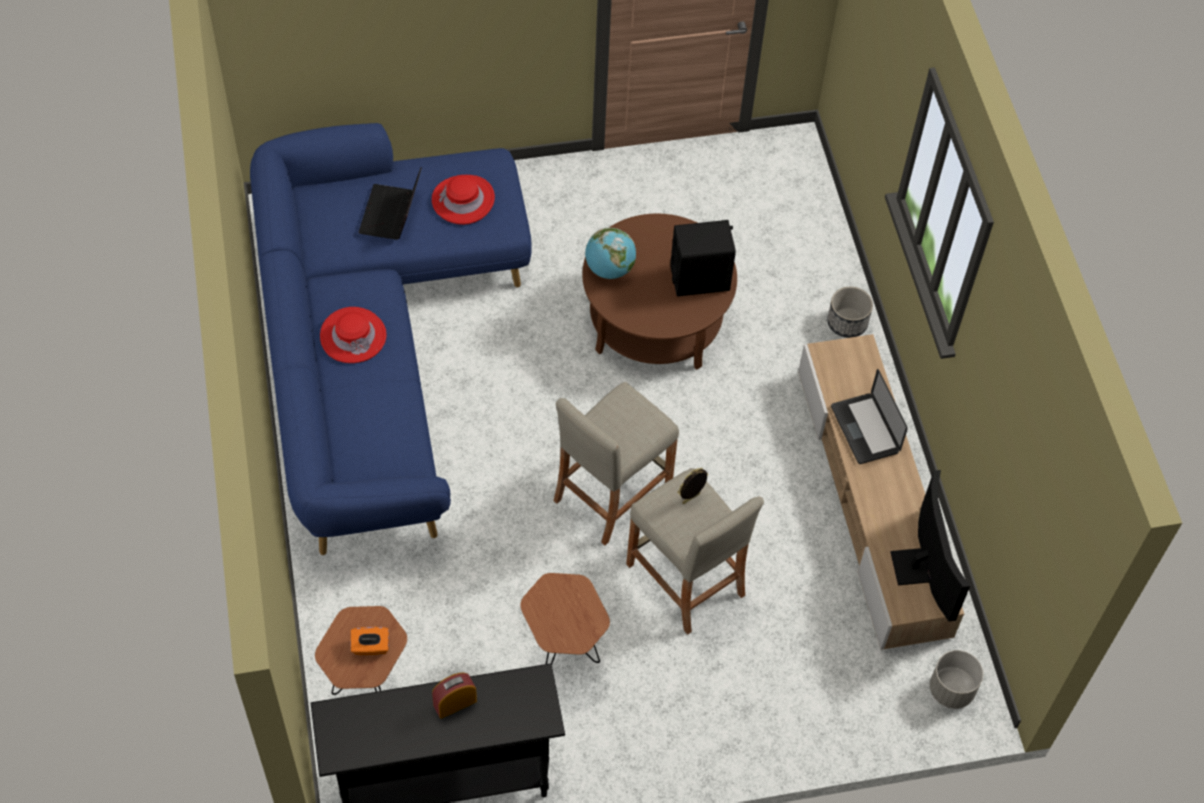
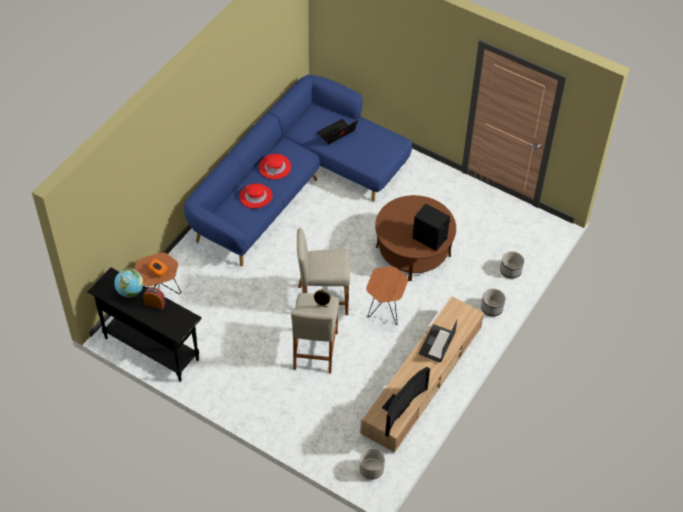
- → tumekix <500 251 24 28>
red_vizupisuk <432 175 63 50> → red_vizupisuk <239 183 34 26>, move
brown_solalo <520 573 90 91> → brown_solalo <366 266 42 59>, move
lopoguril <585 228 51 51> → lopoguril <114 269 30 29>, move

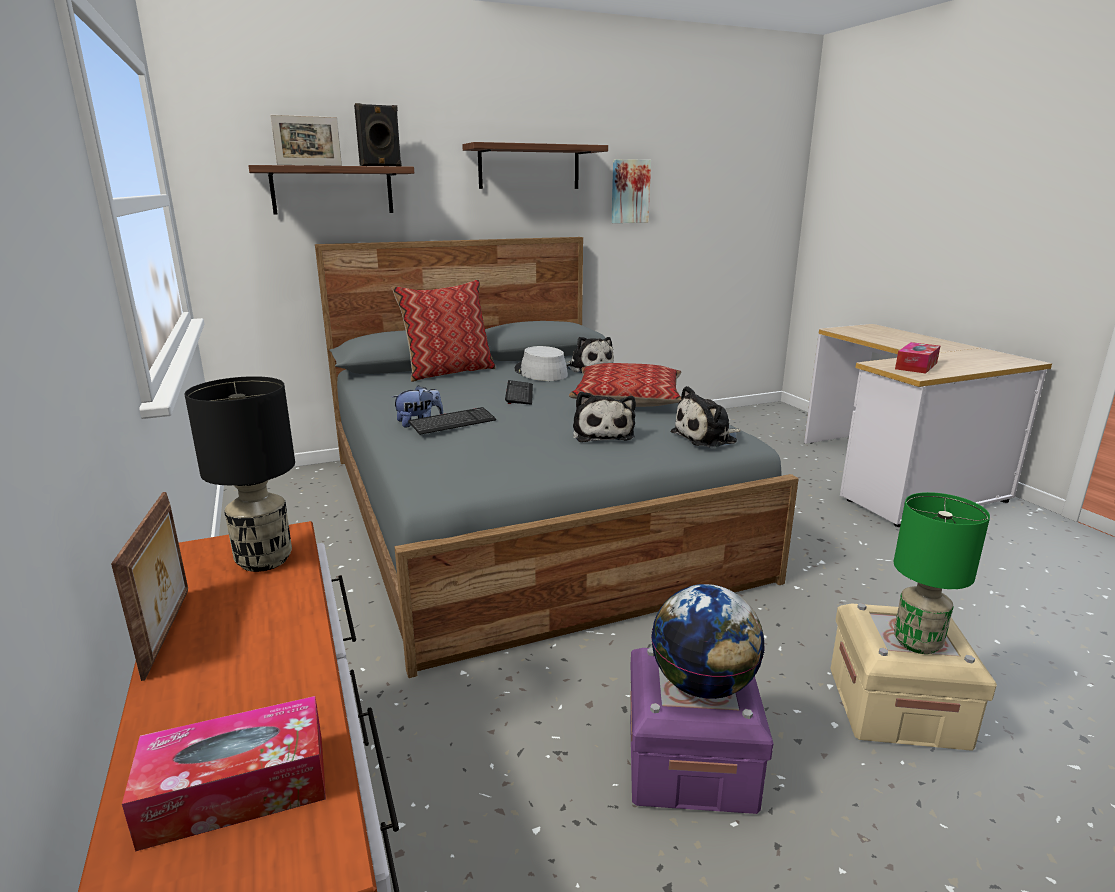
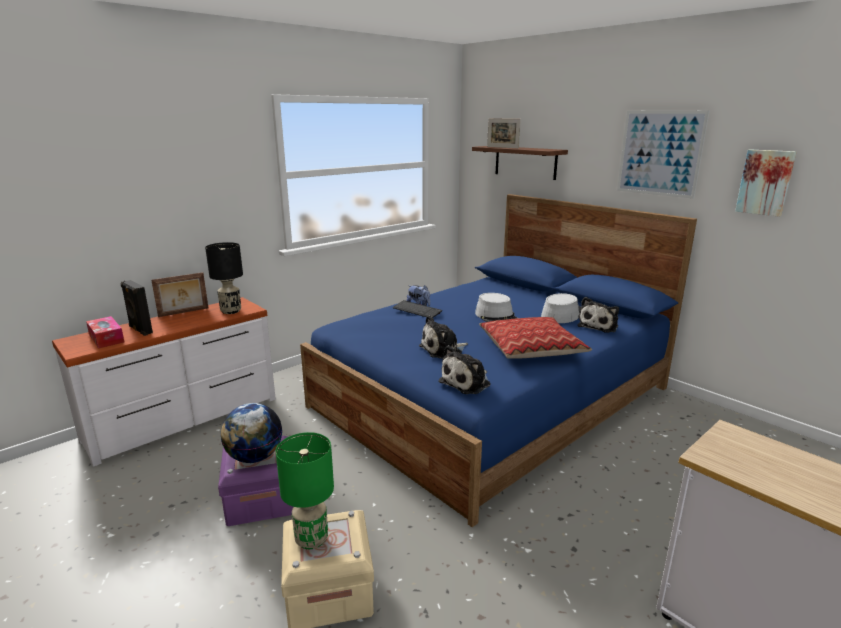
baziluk <392 279 103 103> → -
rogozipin <895 342 45 32> → -
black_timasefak <354 103 48 64> → black_timasefak <121 280 32 56>, move
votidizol <462 142 146 47> → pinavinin <617 111 92 88>
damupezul <505 380 28 25> → grey_vizupisuk <475 293 42 29>
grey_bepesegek <315 237 484 441> → blue_bepesegek <300 194 397 333>
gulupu <671 386 70 62> → gulupu <438 345 53 49>, 90 degrees counterclockwise

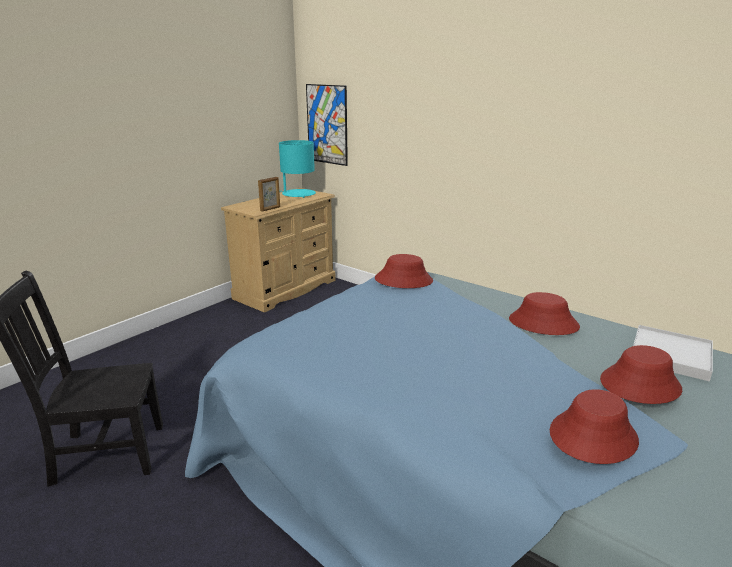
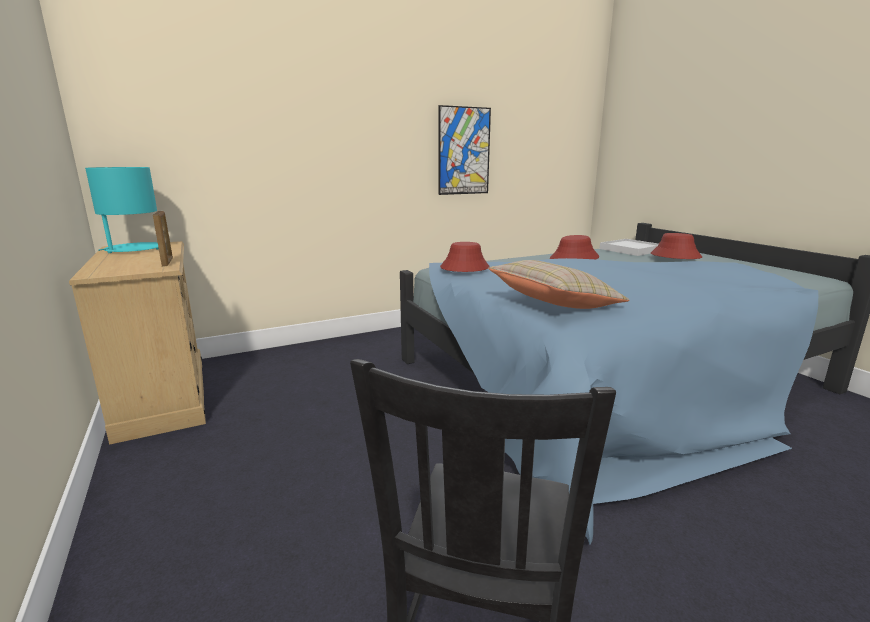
red_vizupisuk <550 389 89 75> → -
- → beige_baziluk <488 260 141 49>
pinavinin <306 84 42 82> → pinavinin <438 105 53 90>, move

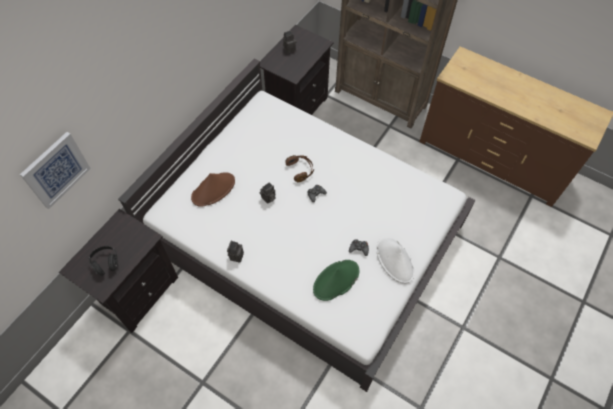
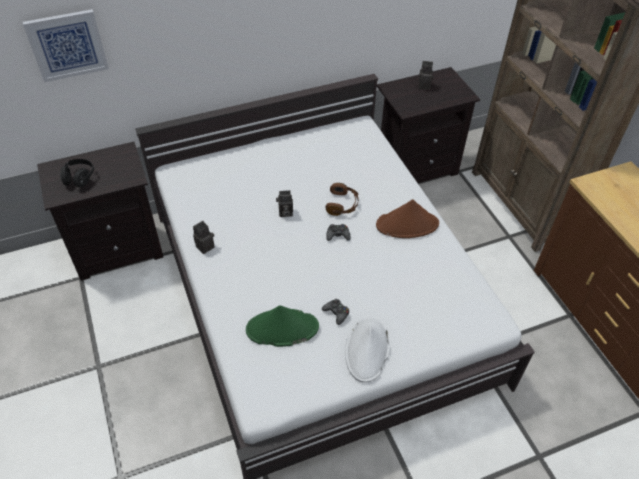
brown_vizupisuk <191 172 44 35> → brown_vizupisuk <376 199 63 39>, move

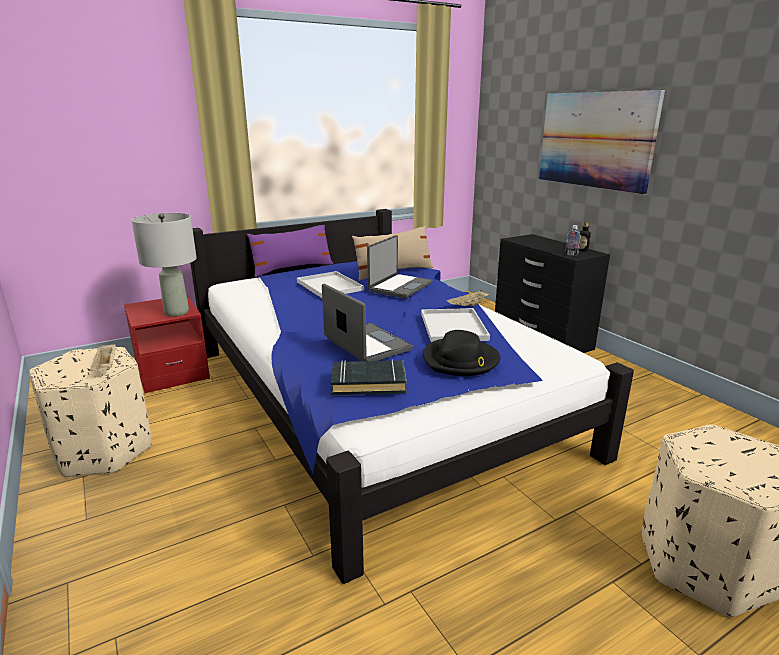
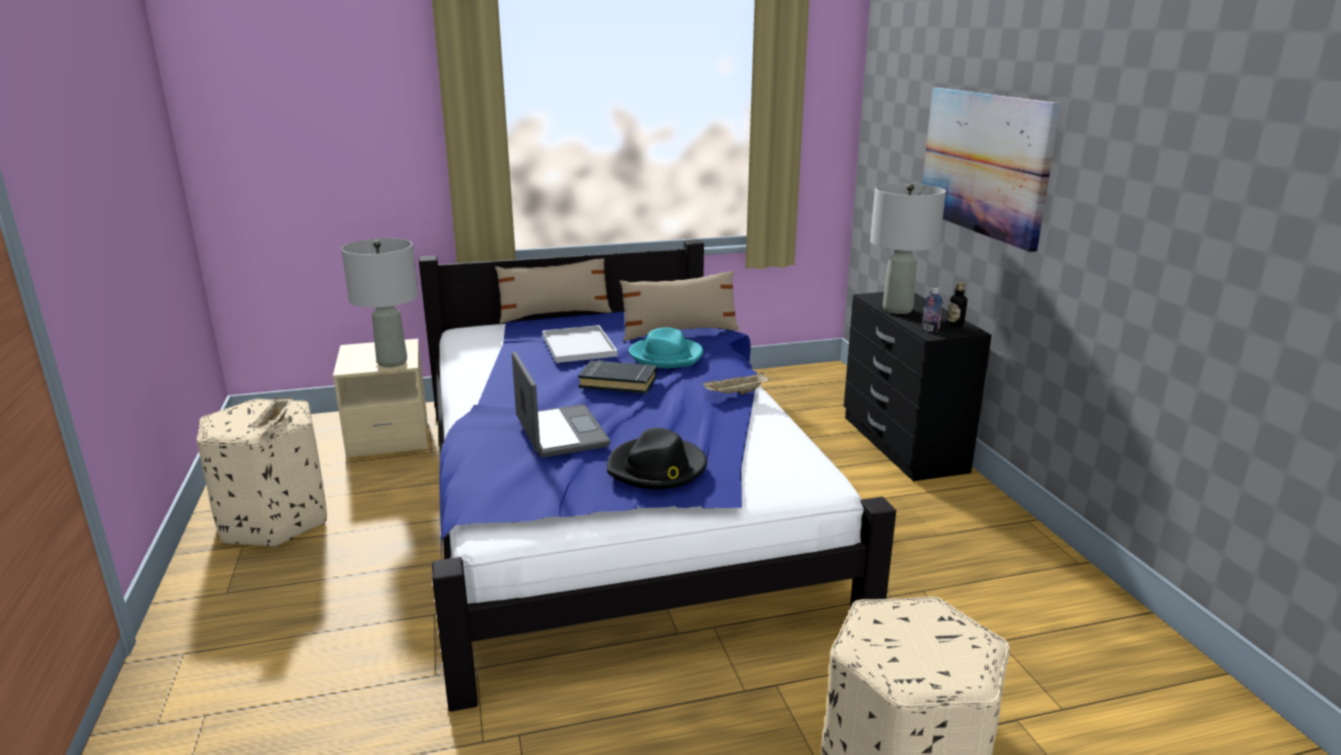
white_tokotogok <421 308 69 34> → -
- → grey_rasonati <870 183 76 131>
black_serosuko <331 360 76 35> → black_serosuko <578 360 79 34>, move
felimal <367 235 66 63> → turquoise_vizupisuk <629 327 74 41>
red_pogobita <124 295 86 98> → beige_pogobita <333 339 94 119>
purple_baziluk <247 225 86 52> → beige_baziluk <495 258 117 66>

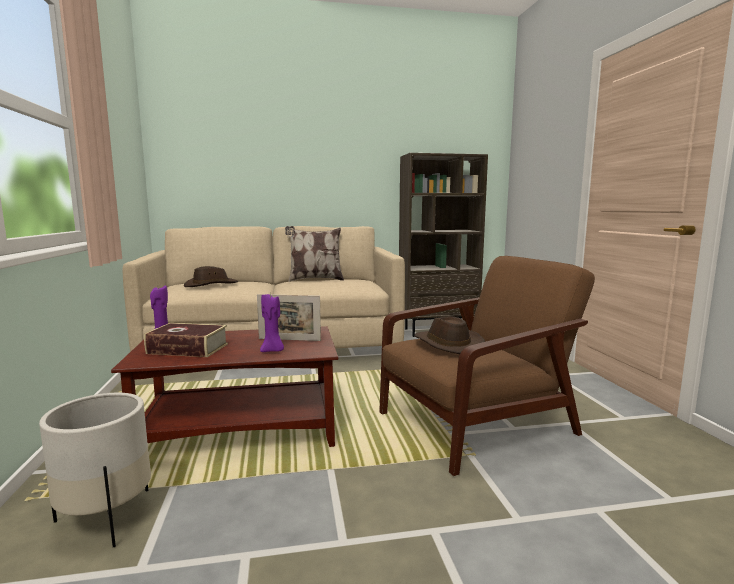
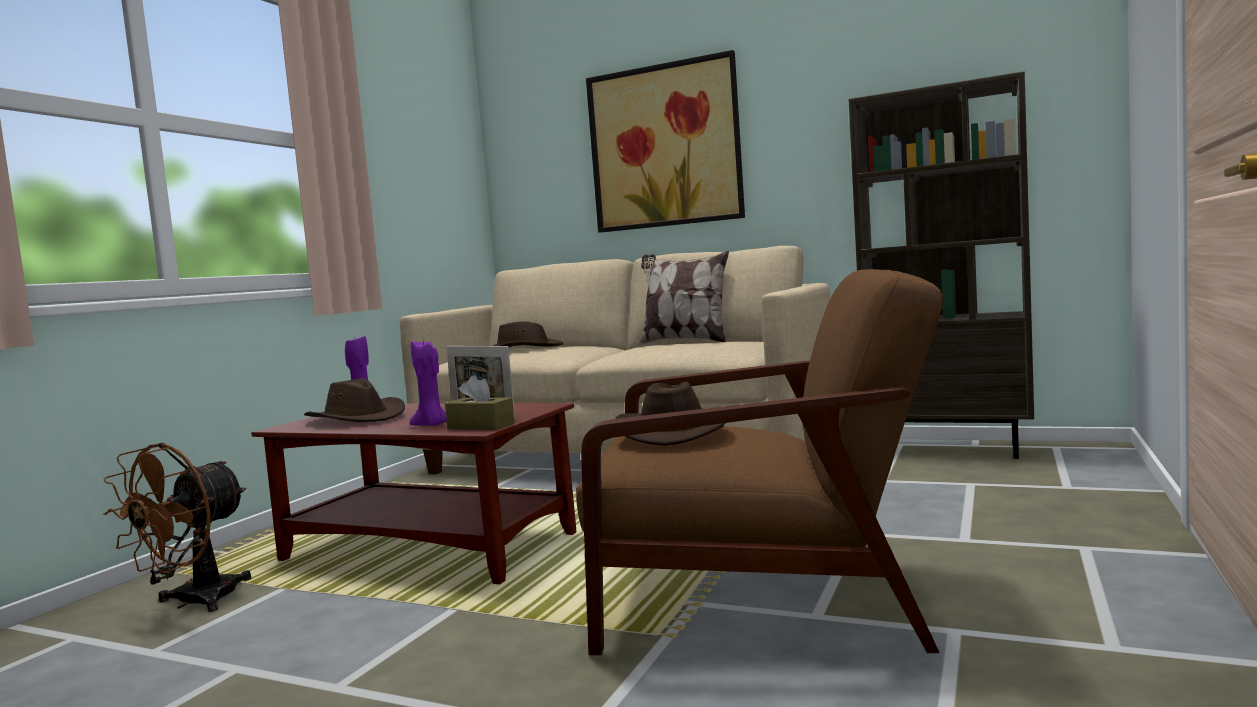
- → brown_rogozipin <445 375 70 55>
- → pinavinin <586 50 159 183>
white_tumekix <39 393 112 155> → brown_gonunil <103 443 148 169>
serosuko <144 323 84 34> → brown_vizupisuk <304 378 101 44>

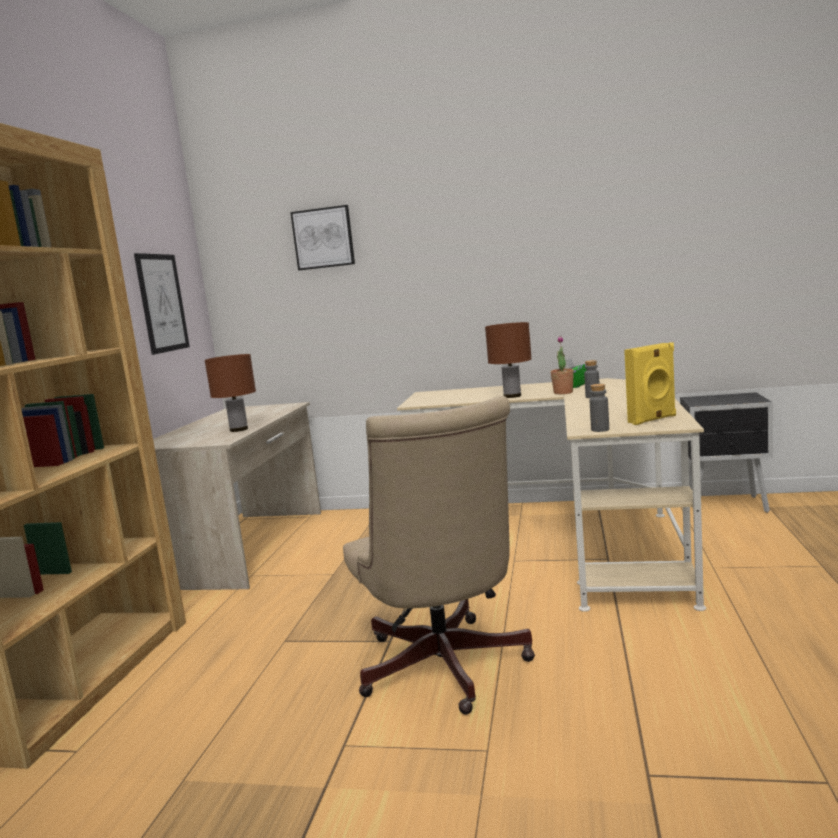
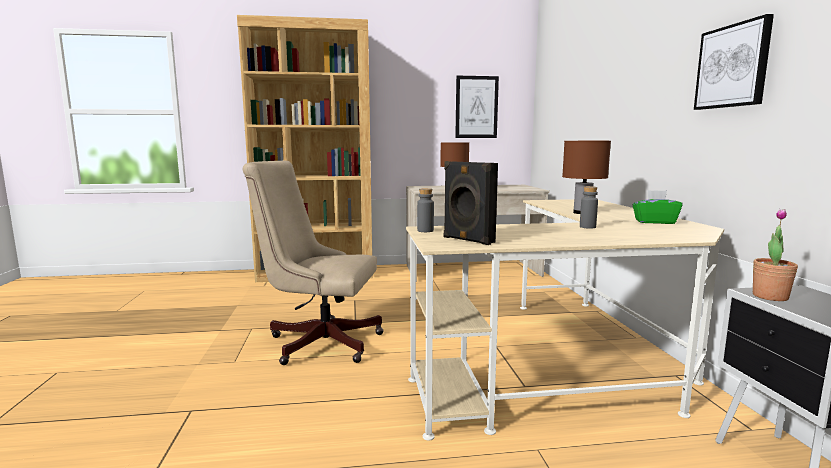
pinavinin <290 205 65 65> → pinavinin <694 14 80 96>, move
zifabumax <551 336 23 58> → zifabumax <753 209 45 92>, move
yellow_timasefak <624 342 52 83> → black_timasefak <444 161 54 84>
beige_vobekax <343 396 192 318> → beige_vobekax <242 161 142 204>, 45 degrees clockwise

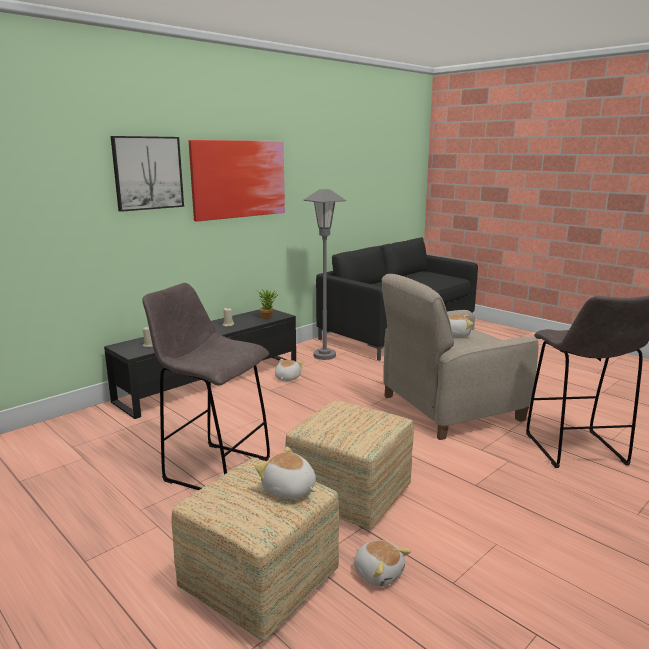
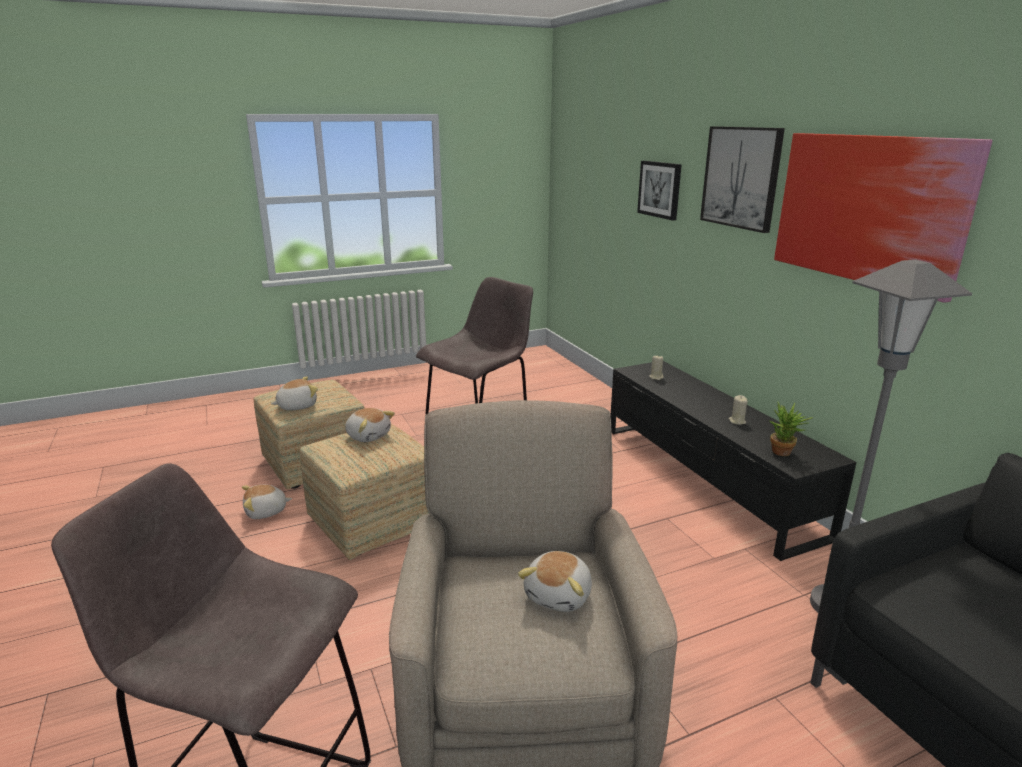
- → pinavinin <637 161 45 59>
gulupu <275 359 28 22> → gulupu <345 408 50 34>, move

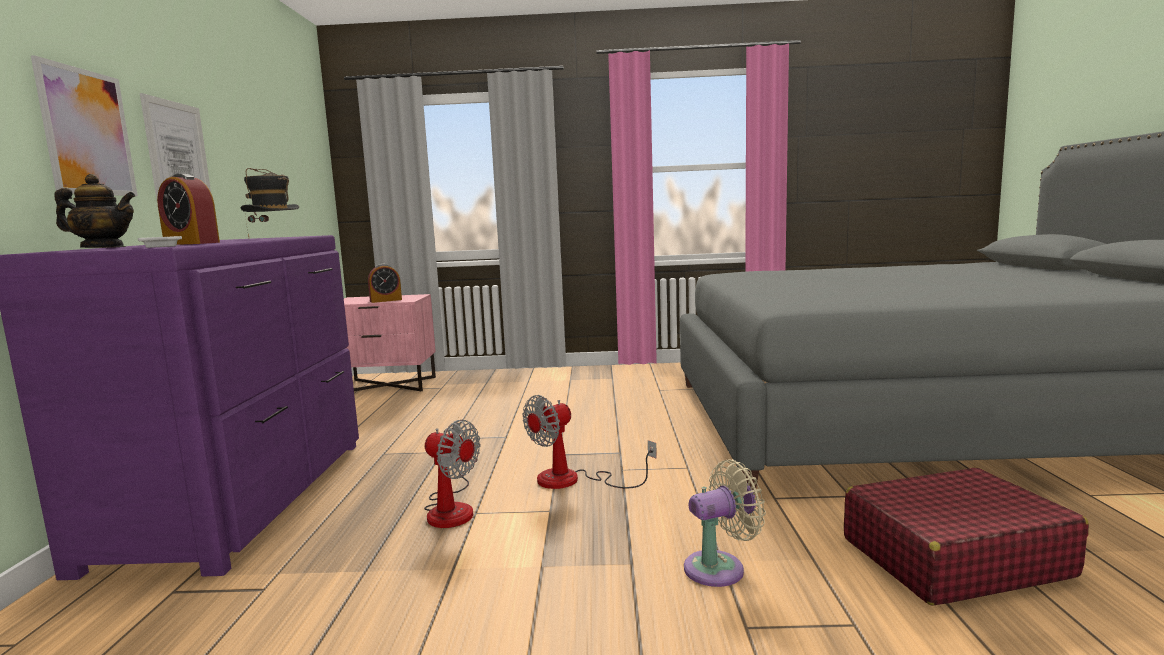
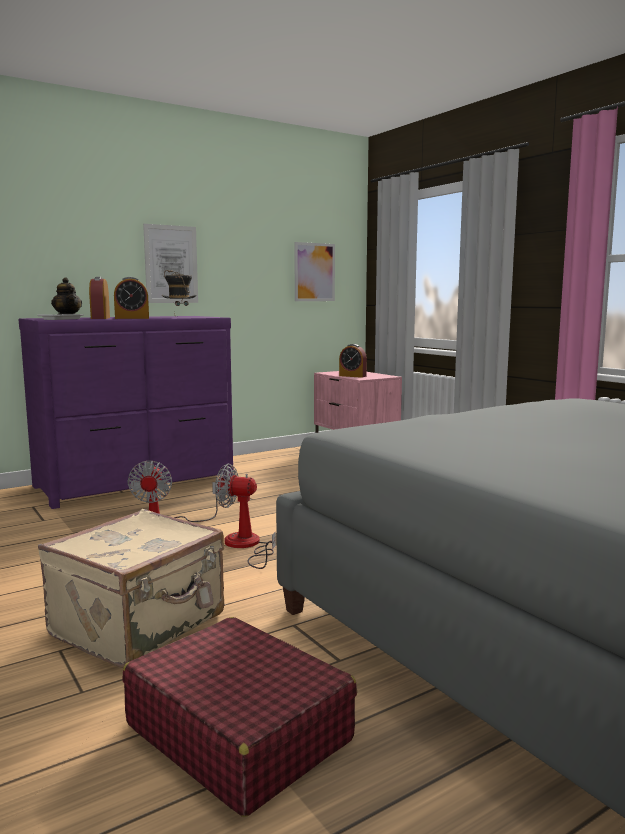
- → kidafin <114 277 35 42>
pinavinin <31 55 107 141> → pinavinin <294 242 41 59>, move
beige_gonunil <684 459 82 128> → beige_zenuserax <38 509 186 159>

